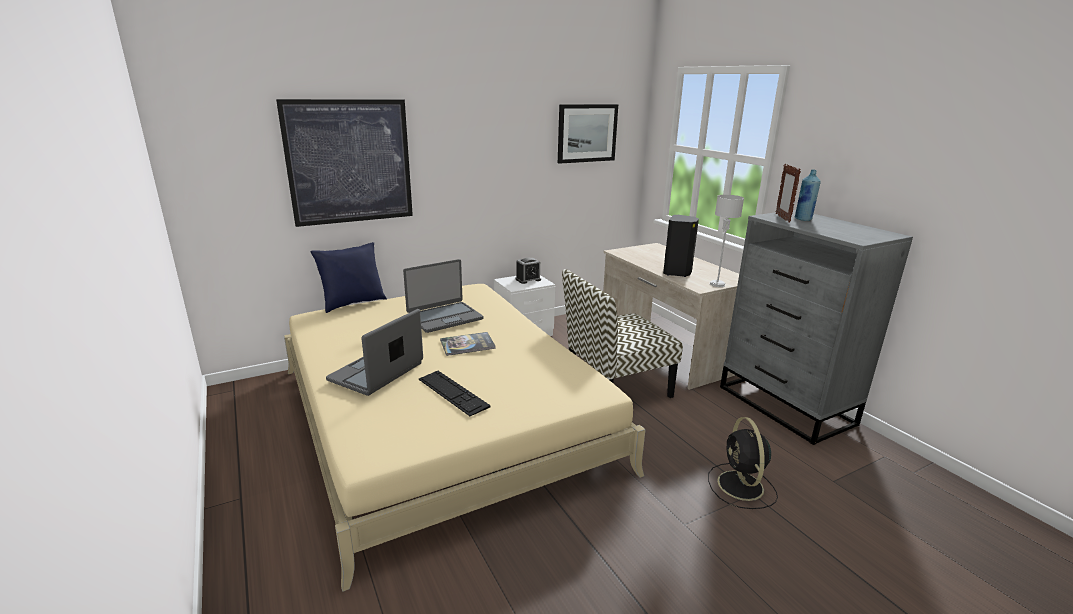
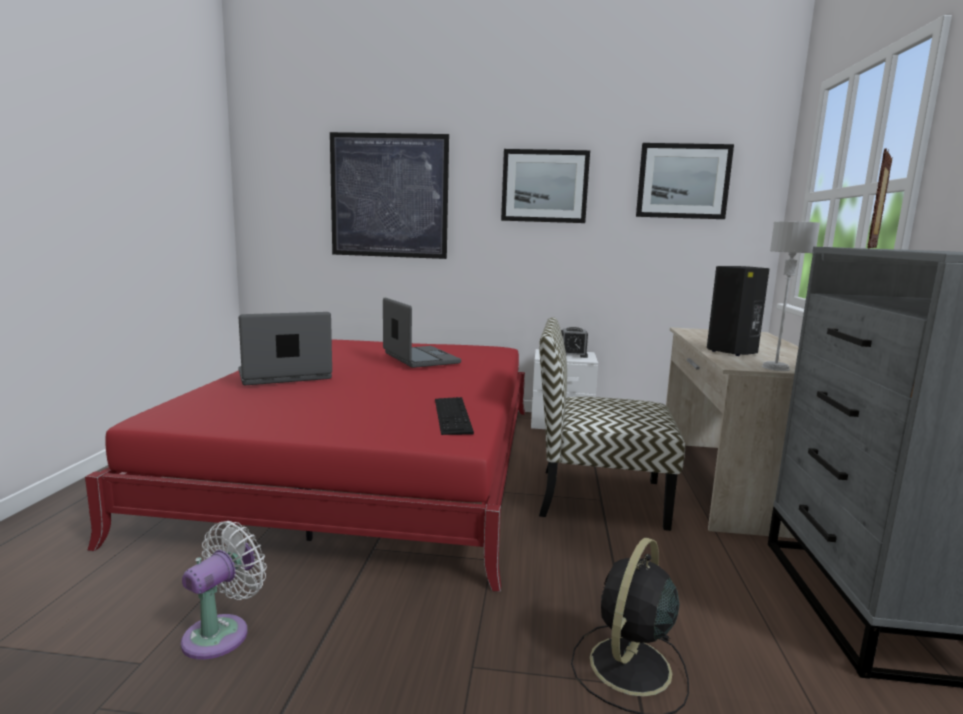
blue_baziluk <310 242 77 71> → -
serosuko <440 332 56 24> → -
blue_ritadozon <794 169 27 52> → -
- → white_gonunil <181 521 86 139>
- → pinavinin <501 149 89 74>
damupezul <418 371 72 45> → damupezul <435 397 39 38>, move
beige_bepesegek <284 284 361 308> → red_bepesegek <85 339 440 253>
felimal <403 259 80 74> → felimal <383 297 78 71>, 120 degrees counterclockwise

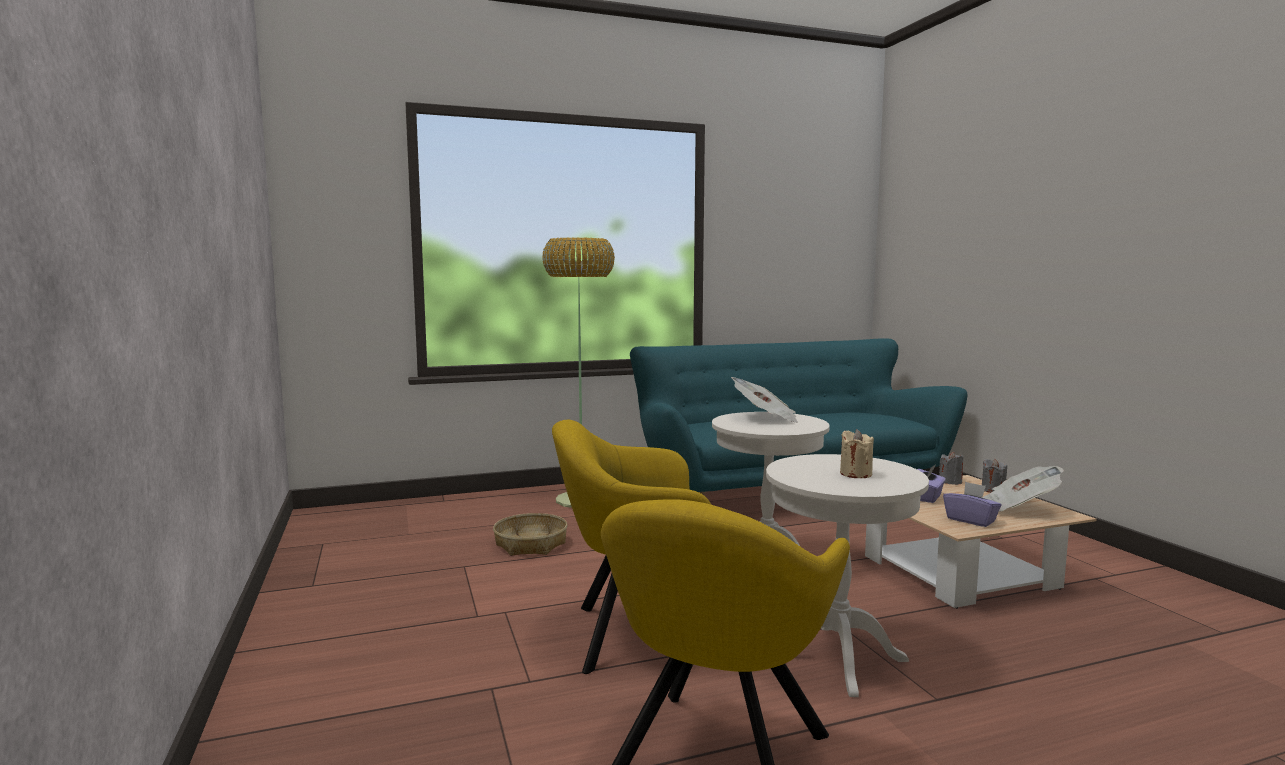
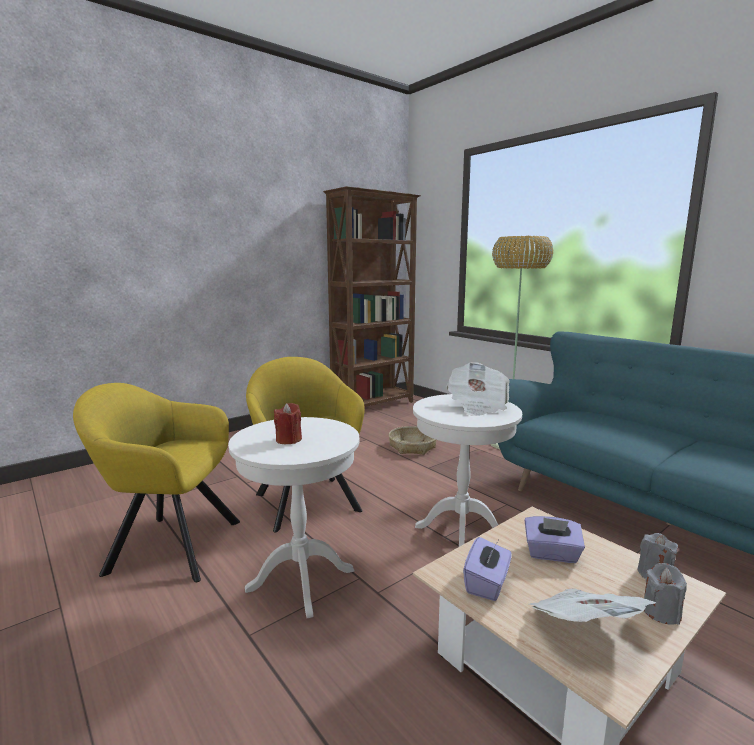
- → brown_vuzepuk <323 186 98 221>
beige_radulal <840 429 34 49> → red_radulal <274 403 28 41>

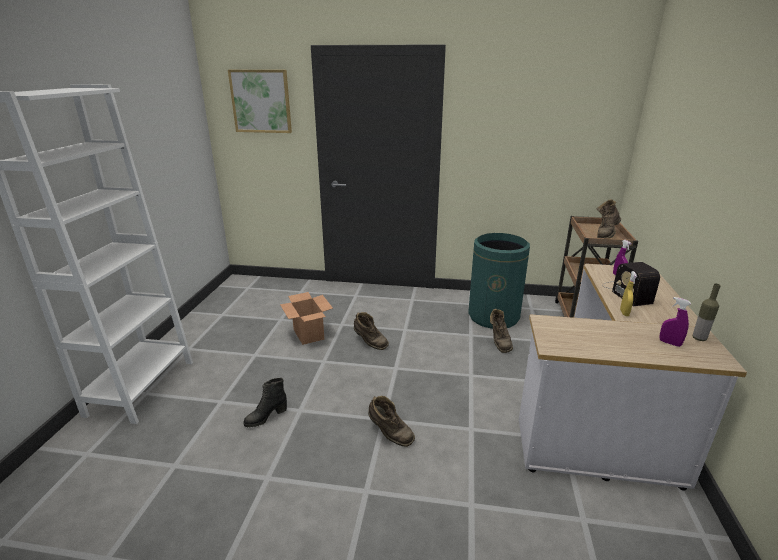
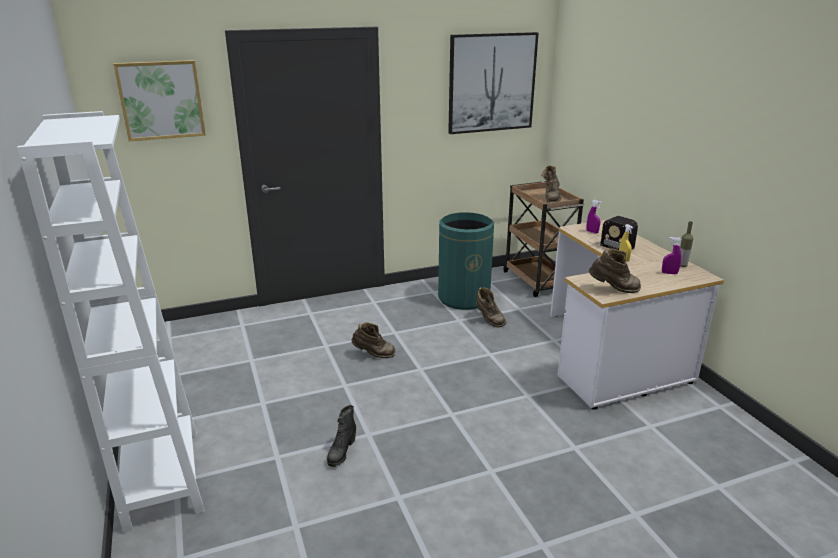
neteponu <280 292 53 53> → -
- → pinavinin <448 32 91 102>
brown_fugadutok <368 396 47 51> → brown_fugadutok <589 249 52 44>, move

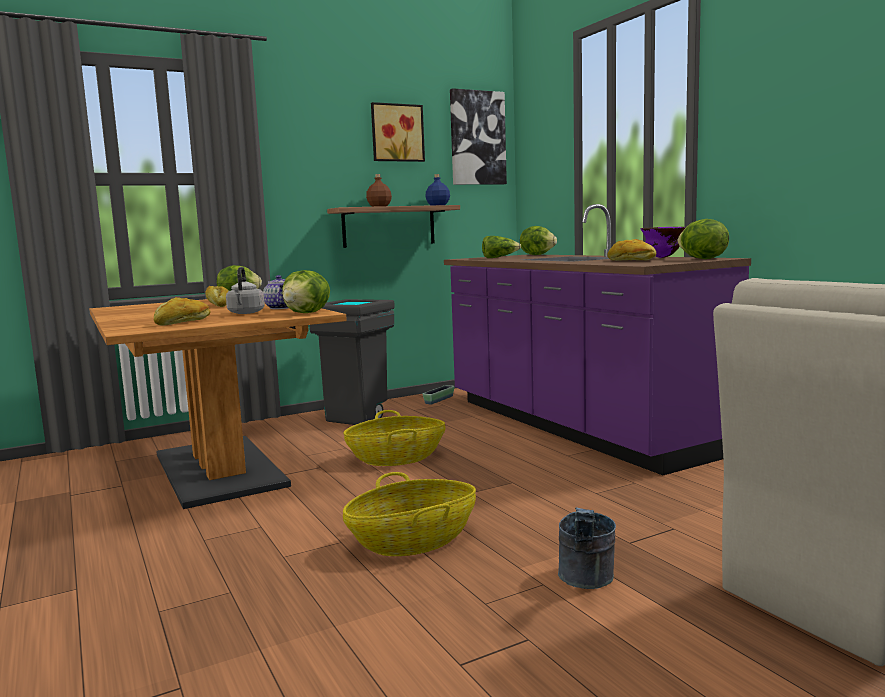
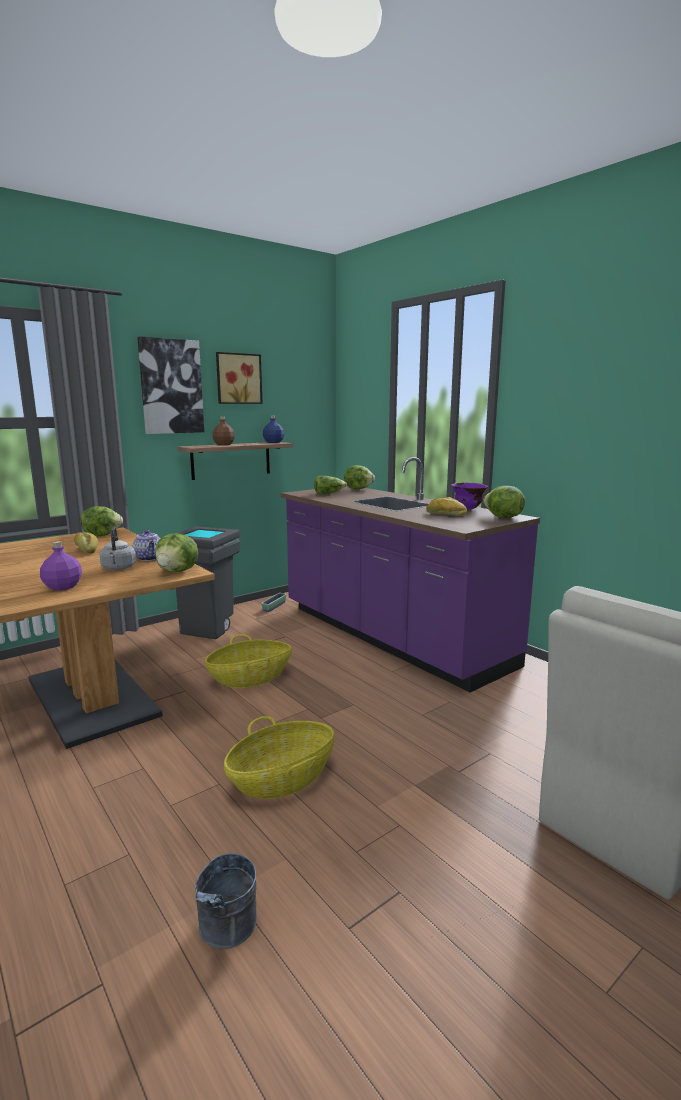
pinavinin <450 88 57 97> → pinavinin <137 336 67 98>, move
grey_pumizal <558 507 58 82> → grey_pumizal <195 853 62 96>, move
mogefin <154 297 56 29> → purple_ritadozon <40 541 42 49>

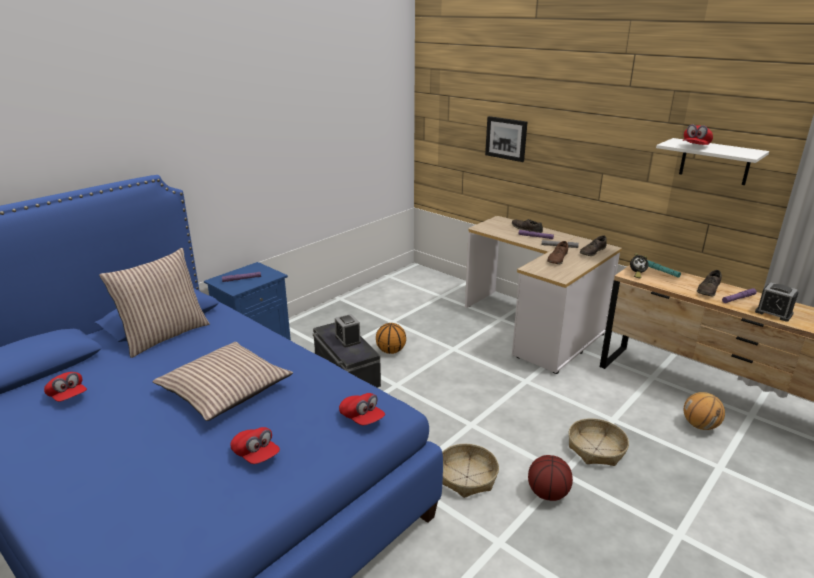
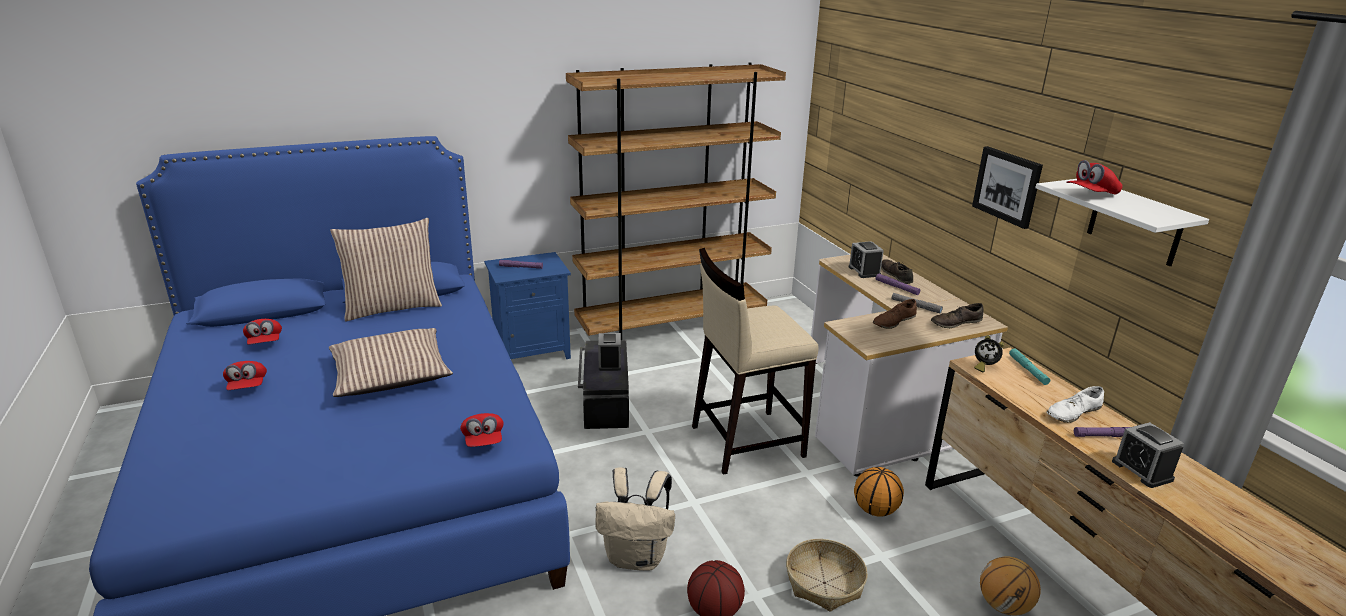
- → brown_vuzepuk <566 62 220 278>
- → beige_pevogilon <692 248 127 227>
- → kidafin <849 241 35 37>
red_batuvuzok <230 427 50 37> → red_batuvuzok <223 361 44 29>, move
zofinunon <376 323 30 31> → zofinunon <854 467 50 49>, move
pinavinin <485 116 42 46> → pinavinin <972 146 71 83>, move
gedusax <442 444 57 54> → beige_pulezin <595 467 80 104>
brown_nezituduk <697 270 25 27> → white_nezituduk <1047 386 57 37>

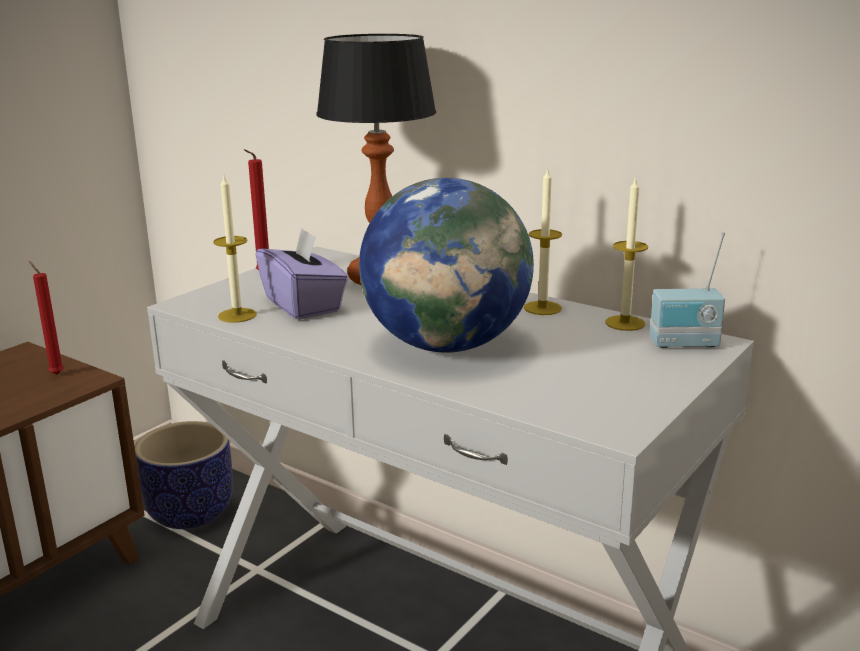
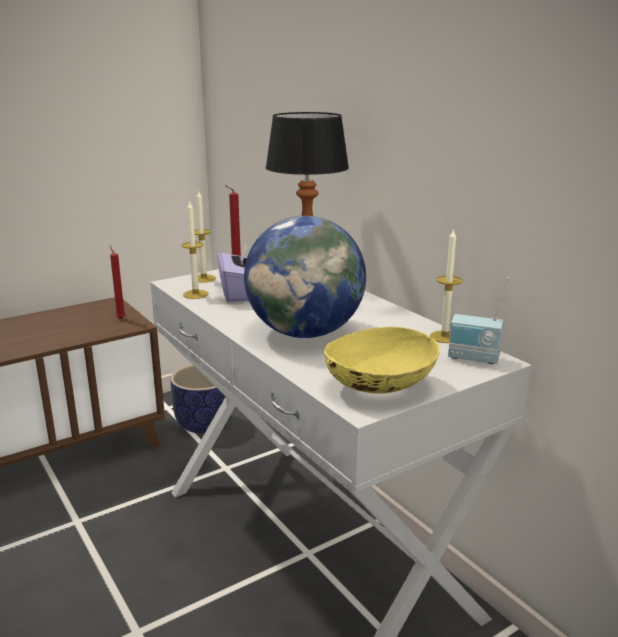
- → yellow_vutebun <324 327 116 67>
radulal <524 168 38 147> → radulal <194 191 22 92>, move

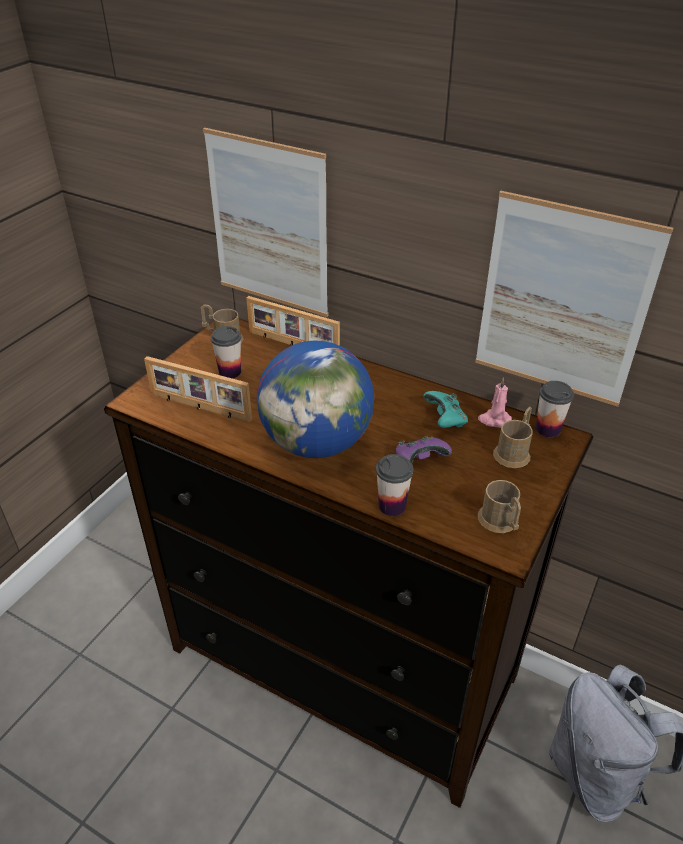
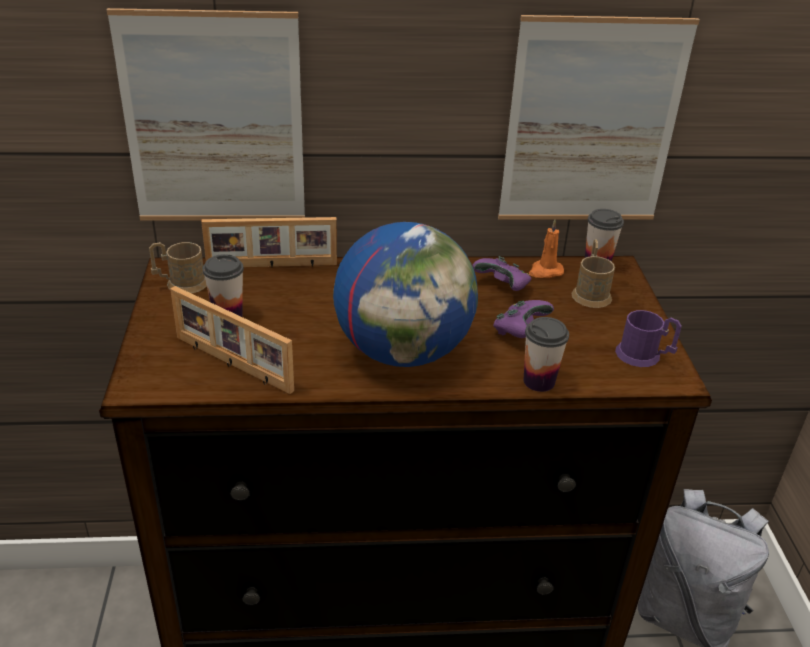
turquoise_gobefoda <423 391 45 37> → purple_gobefoda <473 256 58 35>
pink_radulal <478 378 34 50> → orange_radulal <529 220 35 58>
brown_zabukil <478 480 43 53> → purple_zabukil <615 310 67 57>
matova <144 356 108 66> → matova <170 286 124 108>, 45 degrees clockwise

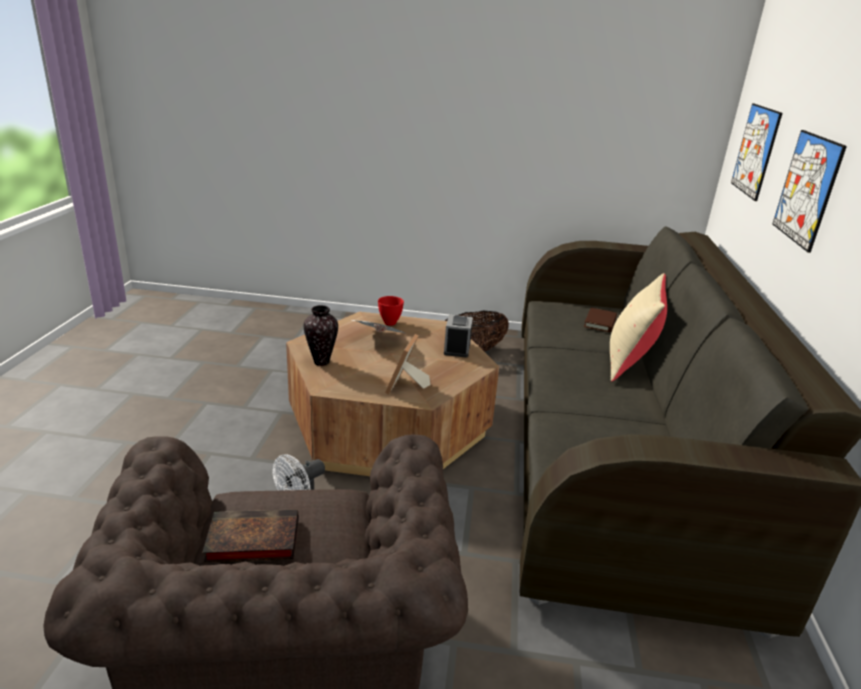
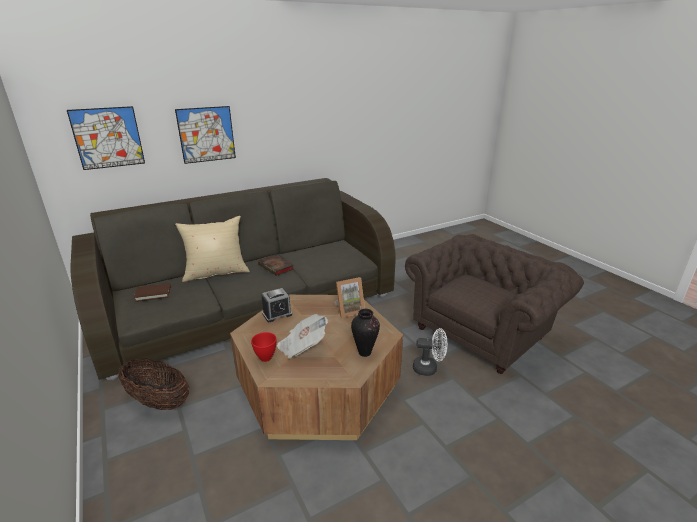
serosuko <202 509 96 53> → serosuko <258 254 36 22>, move

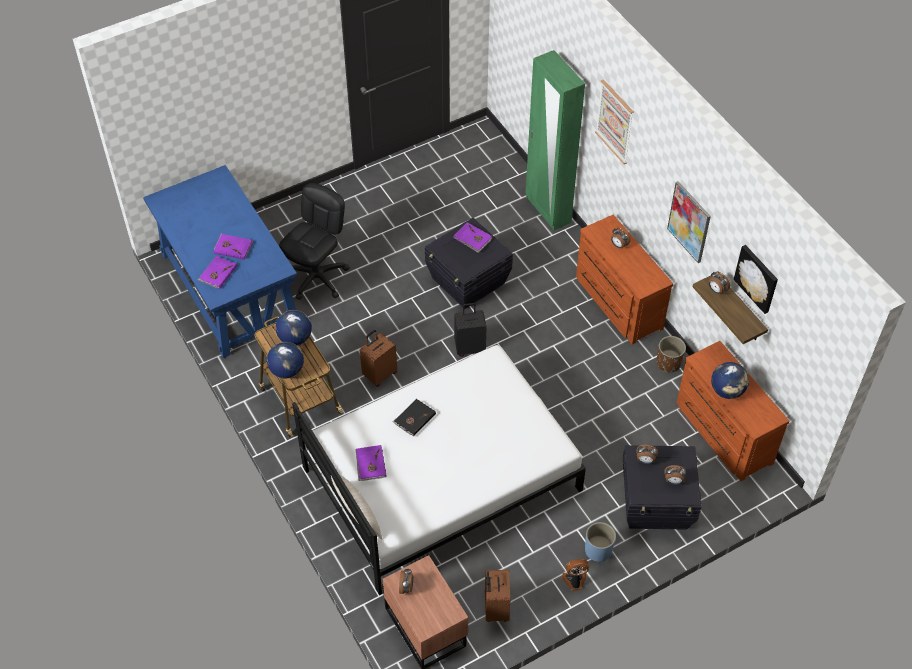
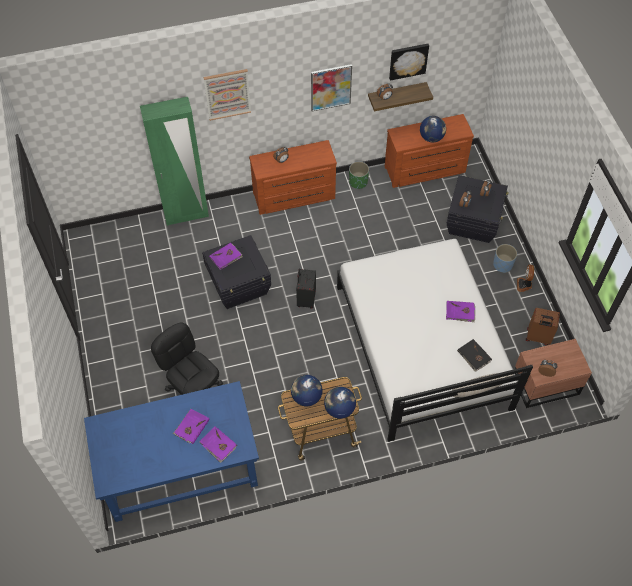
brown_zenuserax <360 330 37 57> → -
purple_serosuko <355 445 31 36> → purple_serosuko <446 301 29 21>, move
black_serosuko <393 399 43 38> → black_serosuko <457 339 35 33>, move
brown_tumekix <657 336 29 37> → green_tumekix <349 161 20 28>

